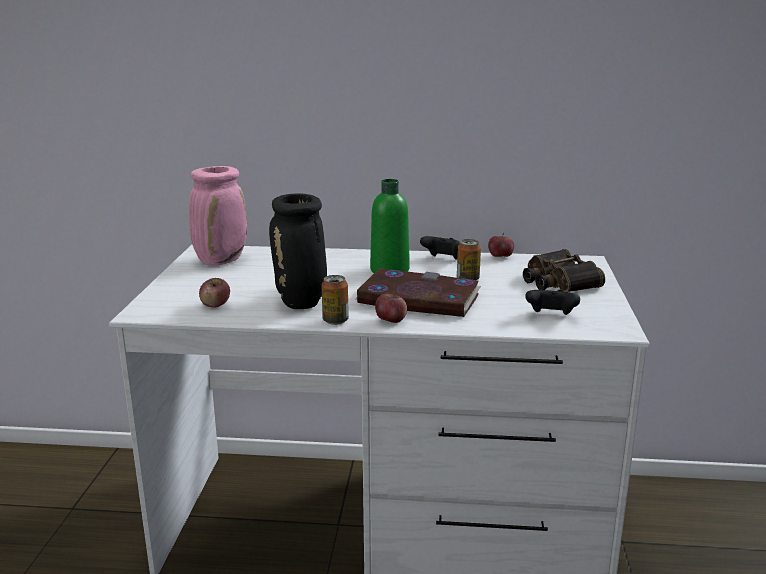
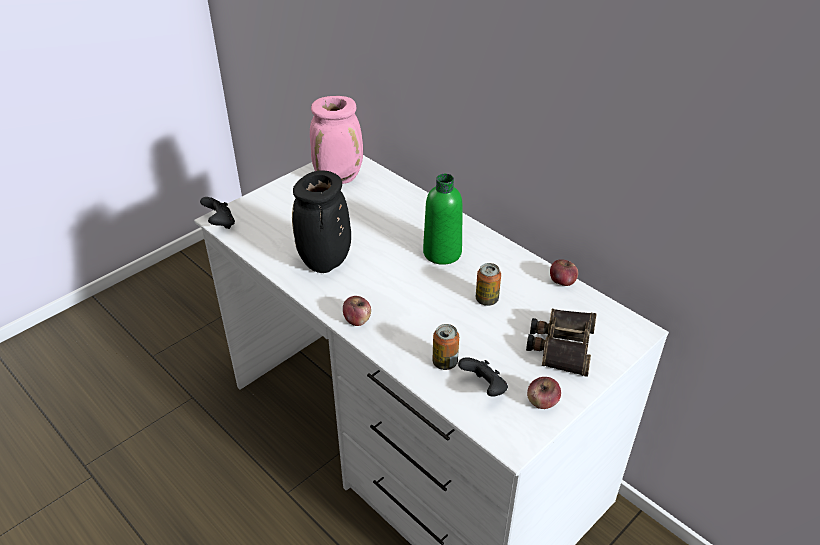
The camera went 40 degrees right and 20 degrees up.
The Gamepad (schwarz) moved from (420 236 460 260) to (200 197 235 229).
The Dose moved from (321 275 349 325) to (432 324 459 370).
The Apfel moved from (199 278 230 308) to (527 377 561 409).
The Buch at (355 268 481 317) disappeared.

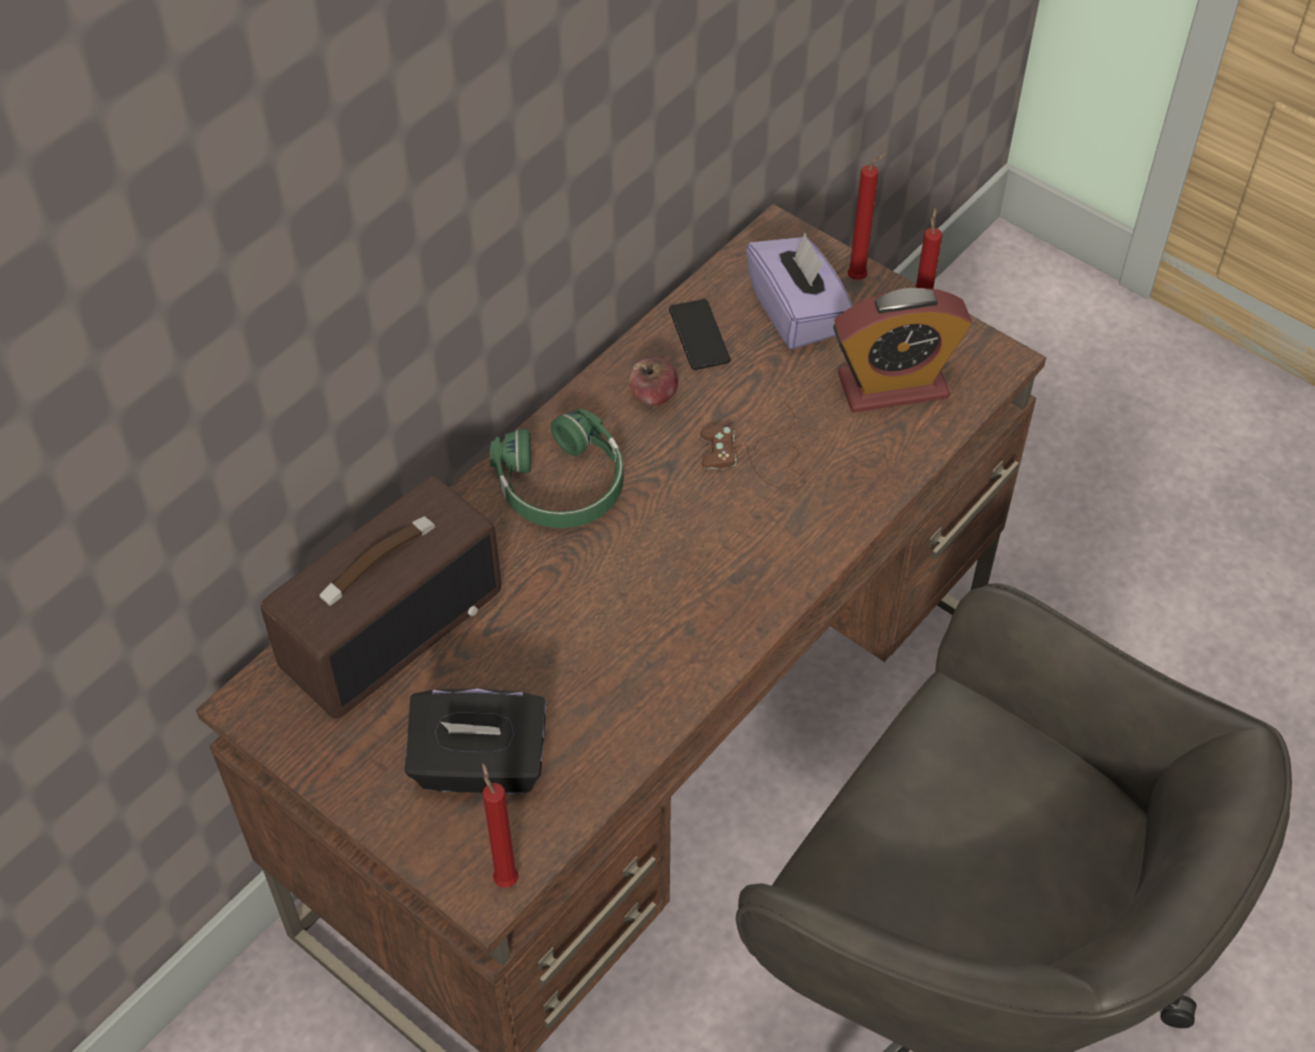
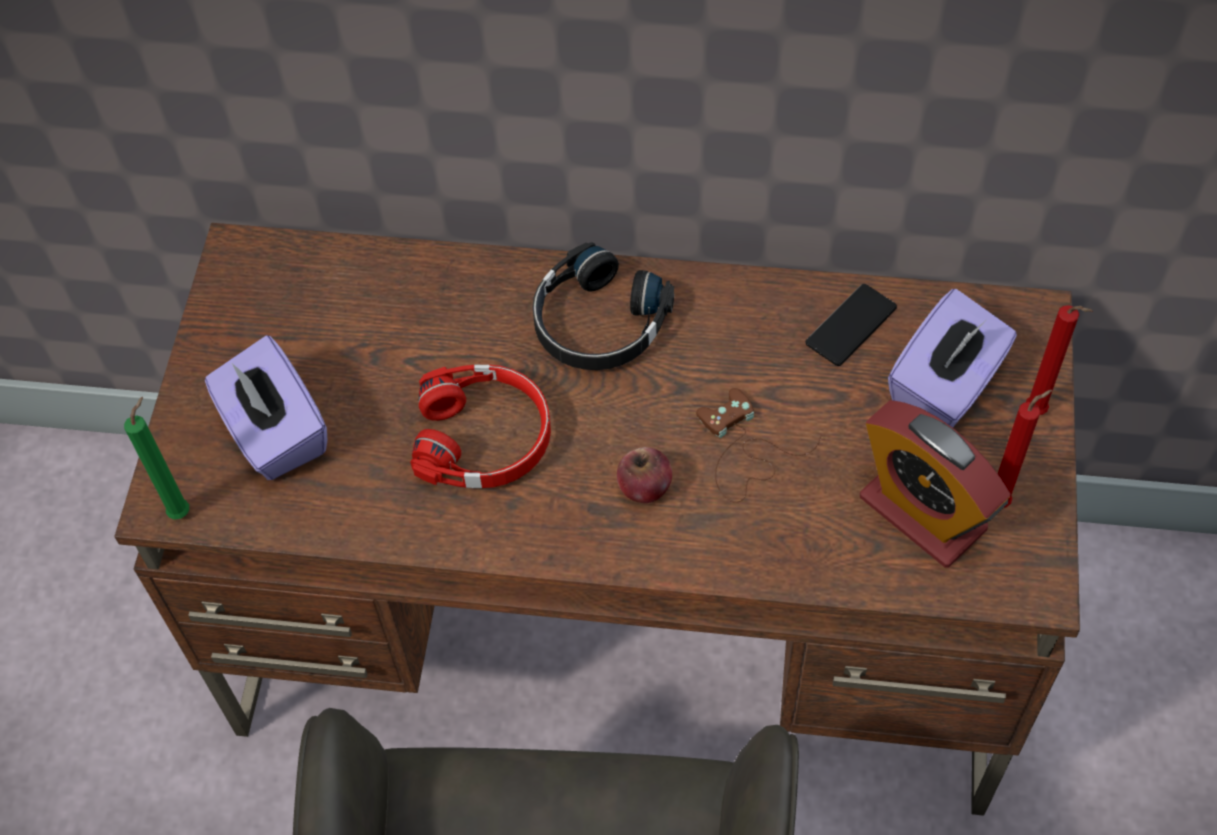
The camera went 60 degrees right and 5 degrees up.
The Kerze (rot) at (482 763 518 888) became the Kerze (grün) at (124 397 189 520).
The Taschentuchbox (schwarz) at (405 688 547 794) became the Taschentuchbox (lila) at (205 336 327 480).
The Kopfhörer (rot) at (410 365 551 488) appeared.
The Kopfhörer (grün) at (490 409 624 528) became the Kopfhörer (schwarz) at (532 242 674 370).
The Apfel moved from (629 356 678 406) to (617 447 672 503).
The Radio at (261 476 501 719) disappeared.

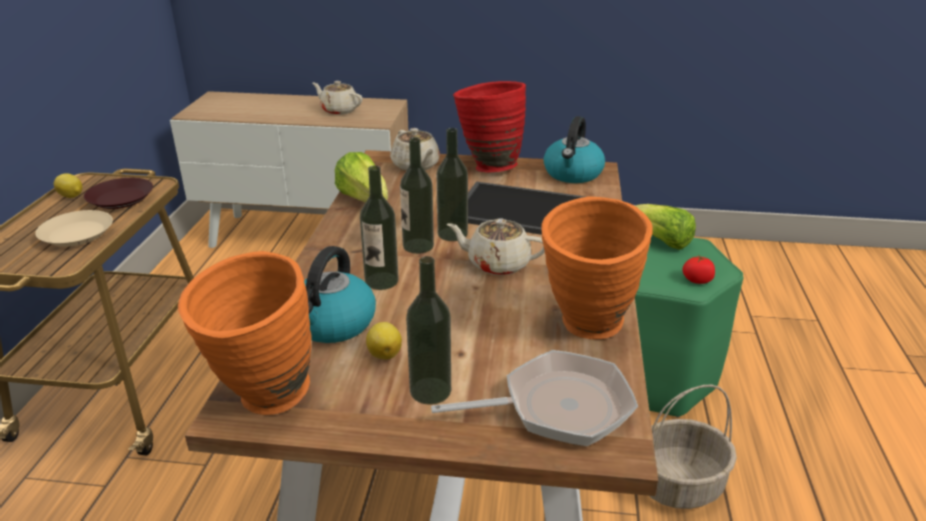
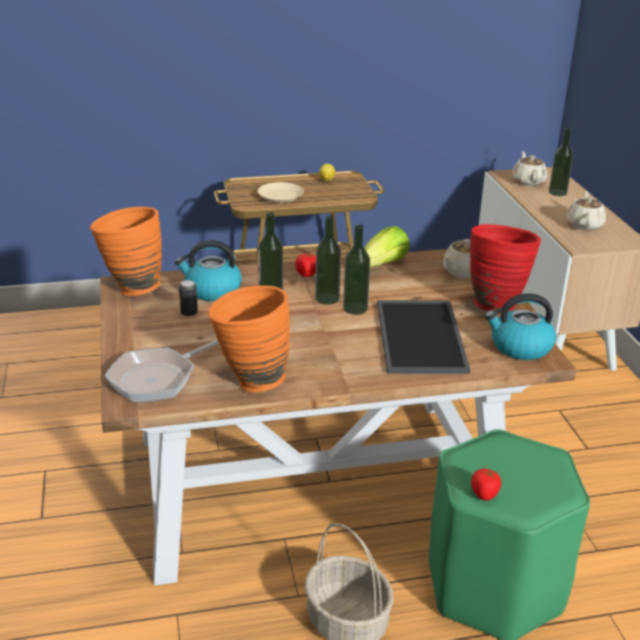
The camera went 70 degrees right and 0 degrees up.
The Pfanne at (431 350 638 446) turned 75 degrees clockwise.
The Zitrone at (366 322 402 360) was replaced by the Dose at (179 280 198 317).
The Tomate at (295 252 316 277) appeared.
The Teekanne (beige) moved from (447 218 545 275) to (512 151 547 186).
The Flasche moved from (406 256 451 405) to (549 128 573 196).
The Teller (braun) at (84 178 153 209) disappeared.
The Salatkopf at (636 204 696 250) disappeared.

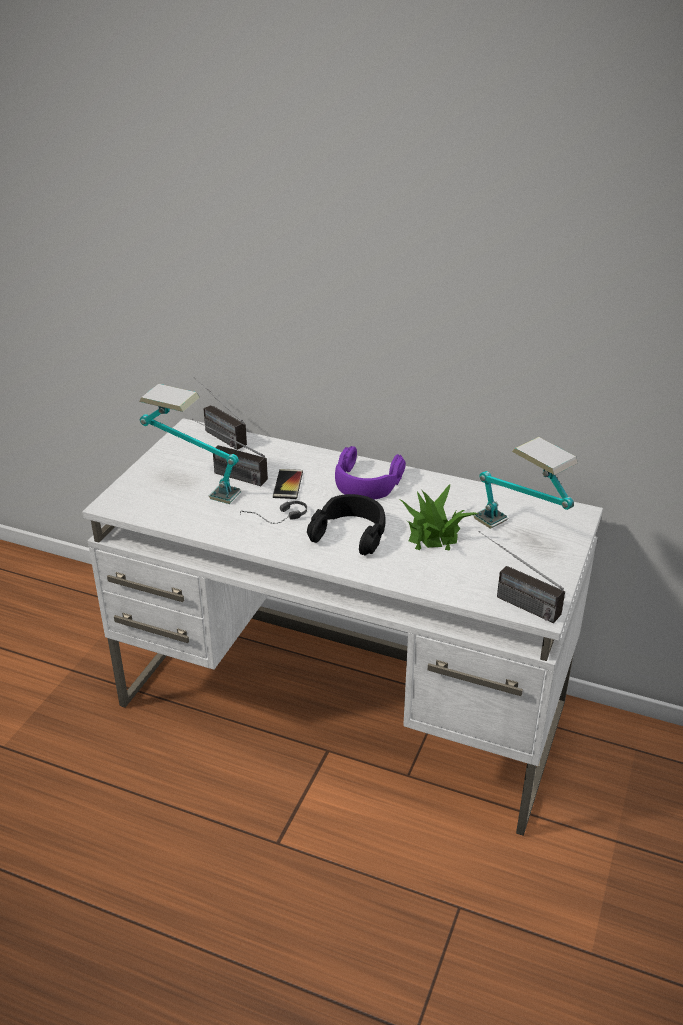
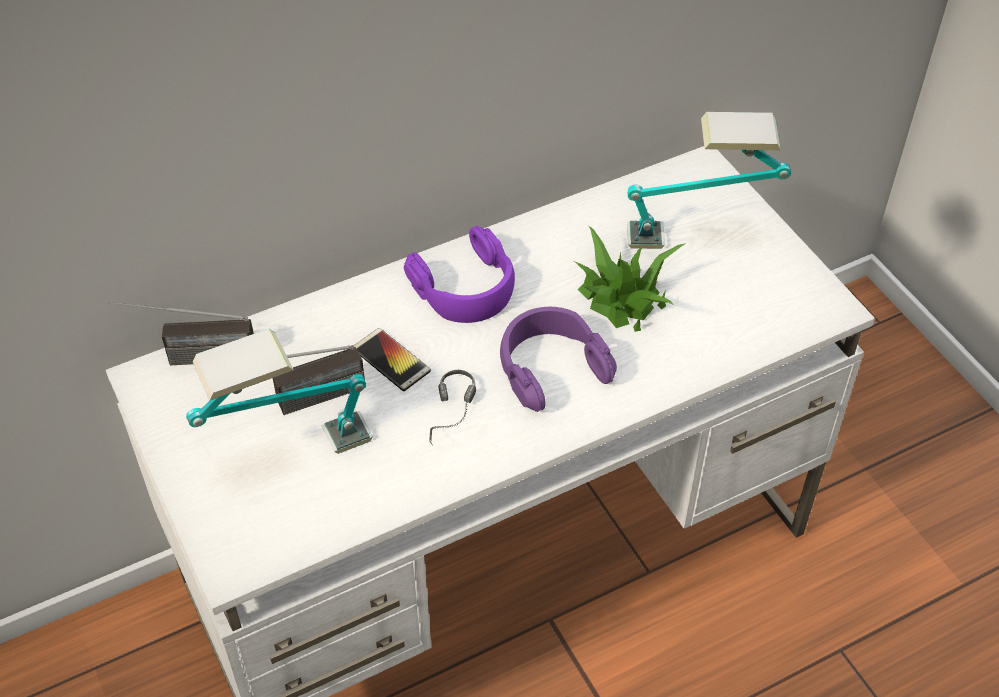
The camera went 50 degrees left and 15 degrees up.
The Kopfhörer (schwarz) at (307 494 386 555) became the Kopfhörer (lila) at (500 307 617 412).
The Radio at (479 531 565 623) disappeared.

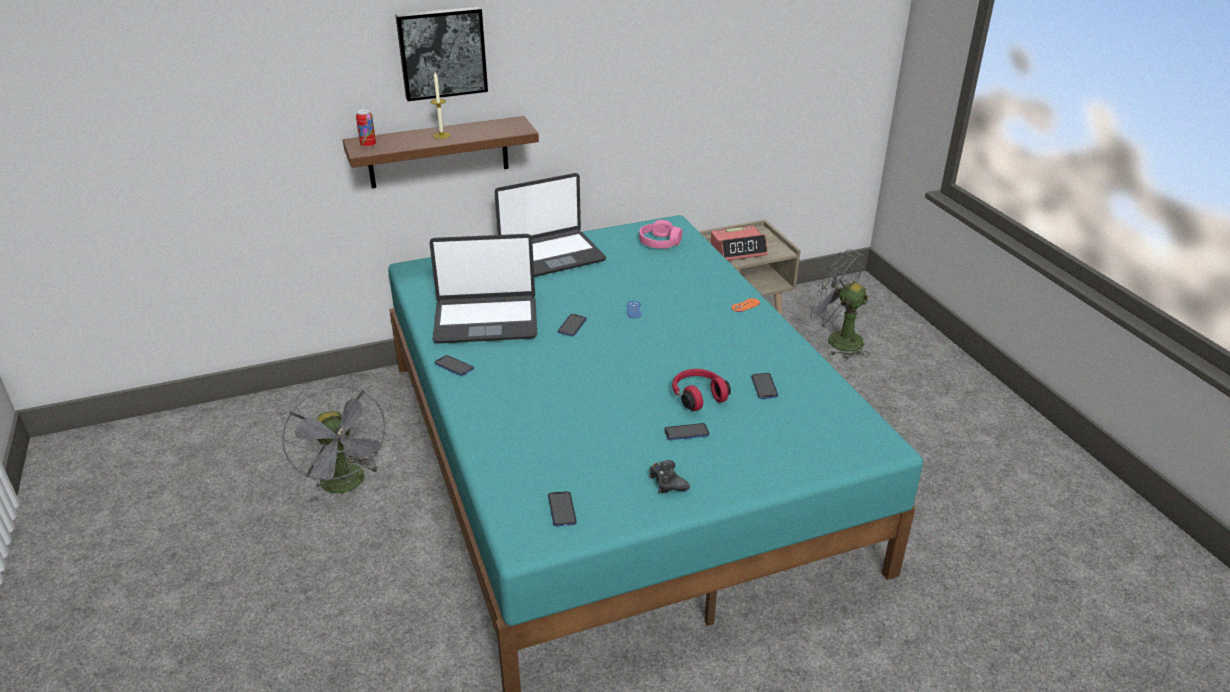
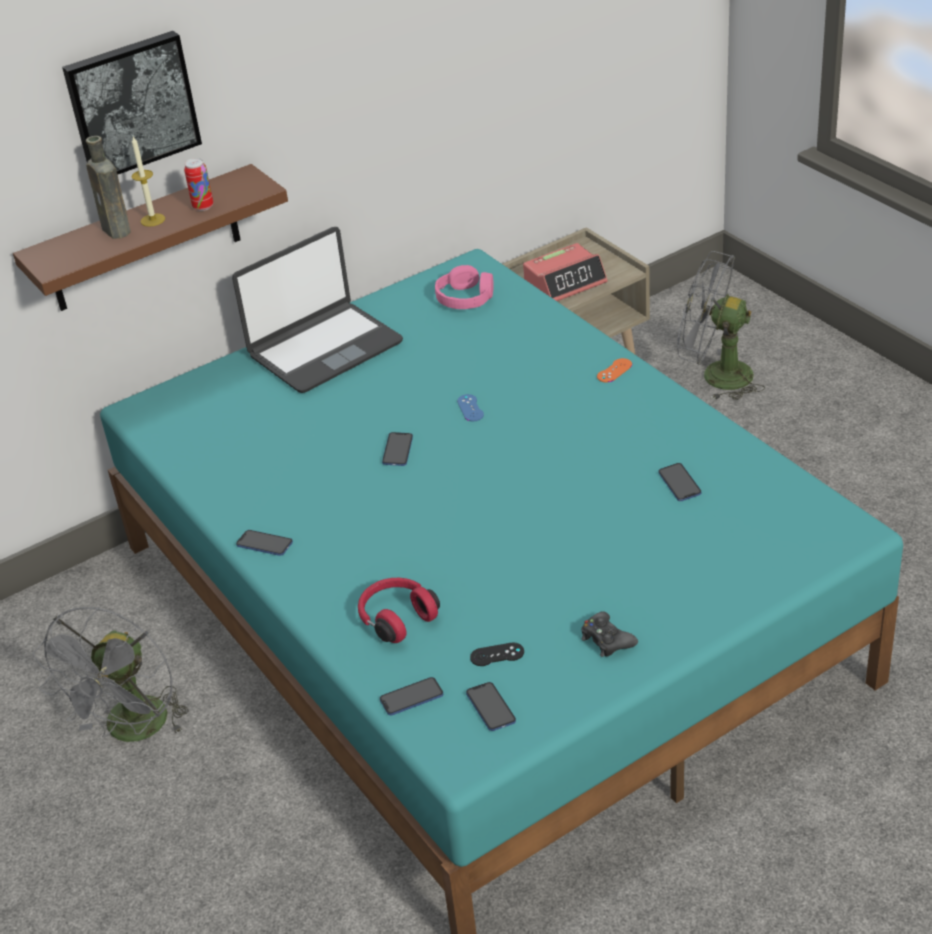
The camera went 10 degrees left and 5 degrees up.
The Ventilator (grau) at (282 386 389 502) turned 60 degrees clockwise.
The Flasche (braun) at (86 136 131 239) appeared.
The Dose moved from (356 109 376 148) to (184 158 213 211).
The Kopfhörer (rot) moved from (672 369 731 411) to (358 578 440 643).
The Handy moved from (664 423 709 440) to (380 677 443 715).
The Gamepad (schwarz) at (470 642 524 666) appeared.
The Laptop at (430 234 537 344) disappeared.

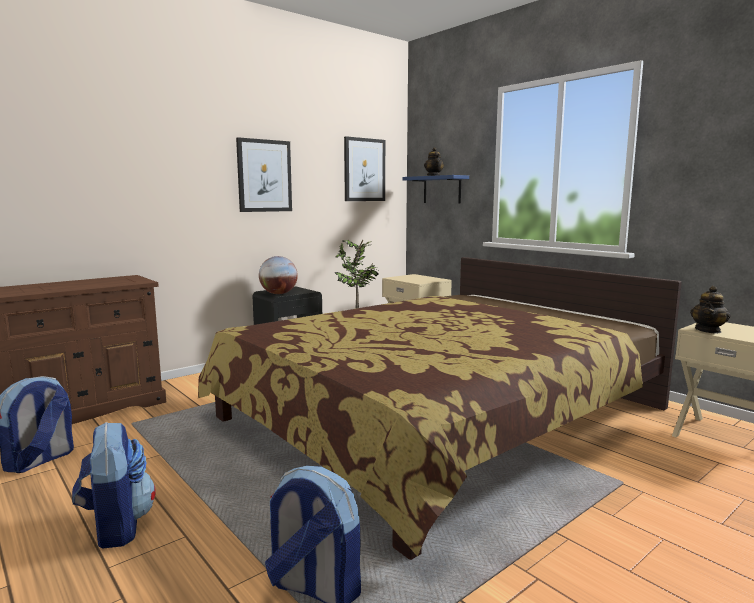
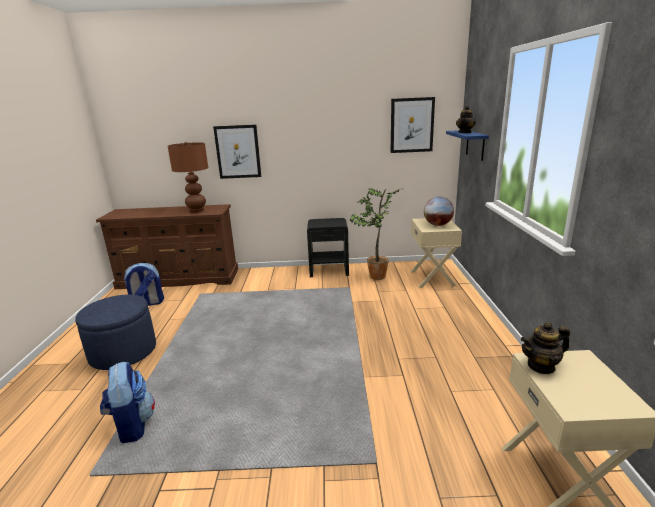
The camera went 40 degrees right and 10 degrees up.
The Rucksack at (72 422 156 548) was replaced by the Polsterhocker (blau) at (75 295 156 370).
The Tischlampe (braun) at (168 142 208 213) appeared.
The Bild moved from (236 137 292 212) to (213 125 261 179).
The Globus moved from (259 256 298 294) to (424 196 454 226).
The Bett at (198 257 682 560) disappeared.

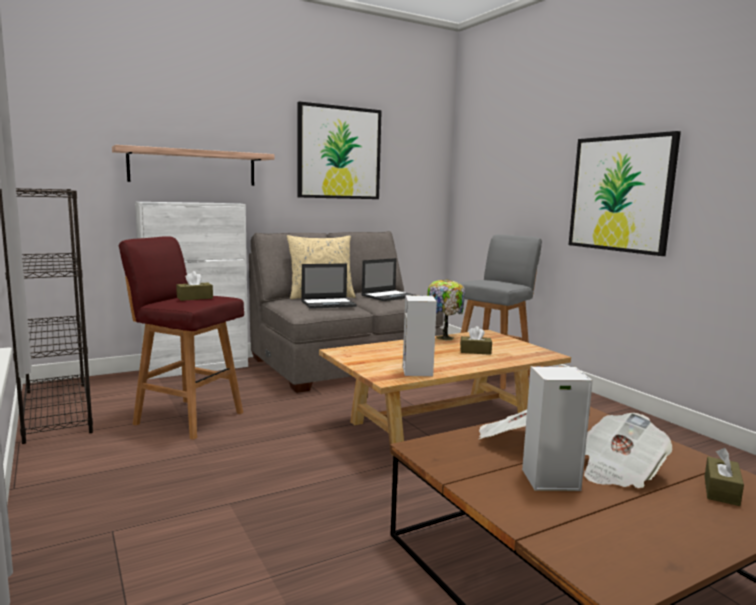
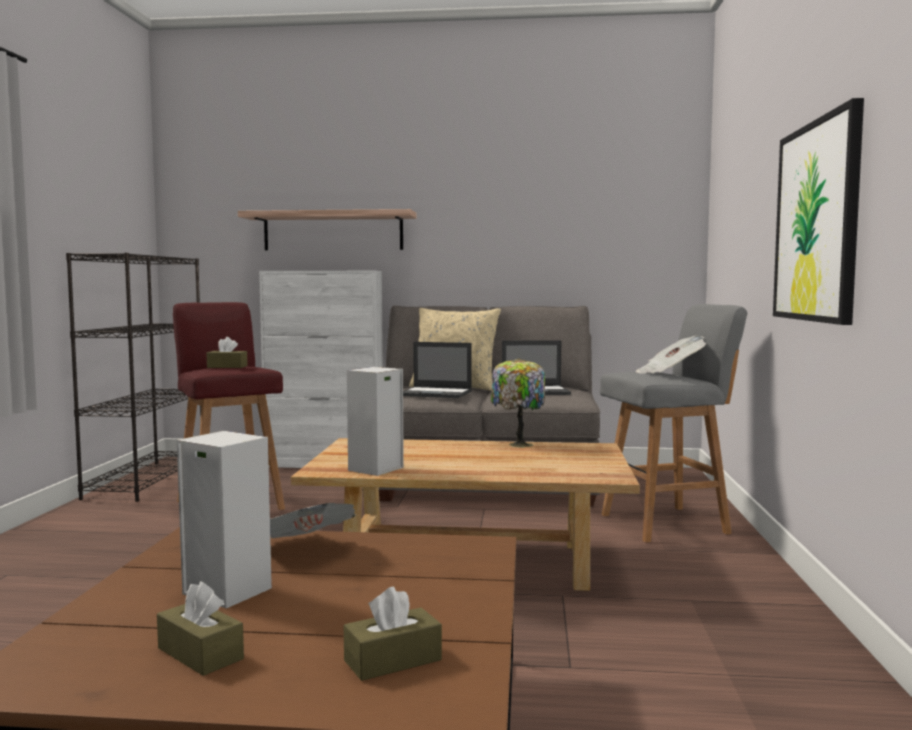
The camera went 35 degrees right and 5 degrees down.
The Taschentuchbox (braun) moved from (460 326 492 355) to (157 582 244 676).
The Zeitung moved from (584 413 672 488) to (636 336 706 373).
The Bild at (297 101 382 199) disappeared.

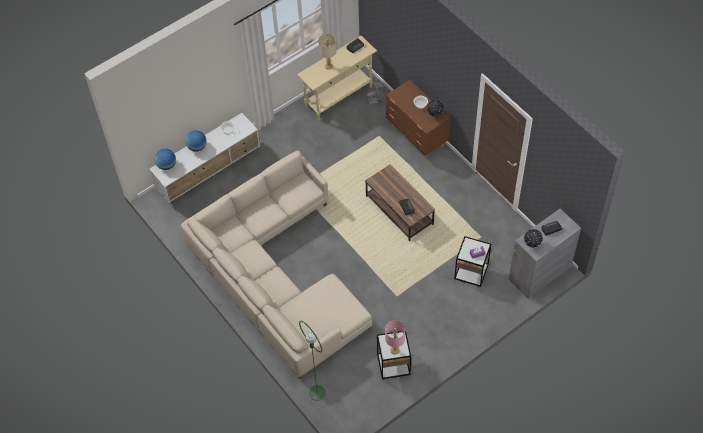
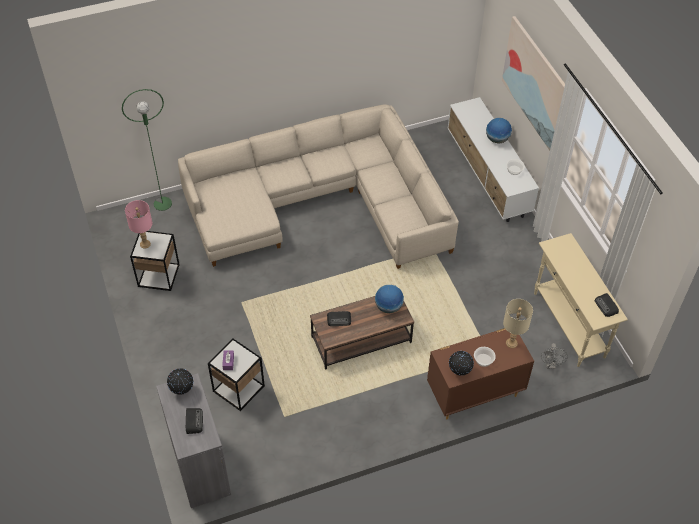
The camera went 105 degrees right and 5 degrees down.
The Globus moved from (155 149 176 170) to (375 285 404 313).
The Bild at (502 16 565 150) appeared.
The Tischlampe (beige) moved from (318 34 337 70) to (503 299 533 348).

